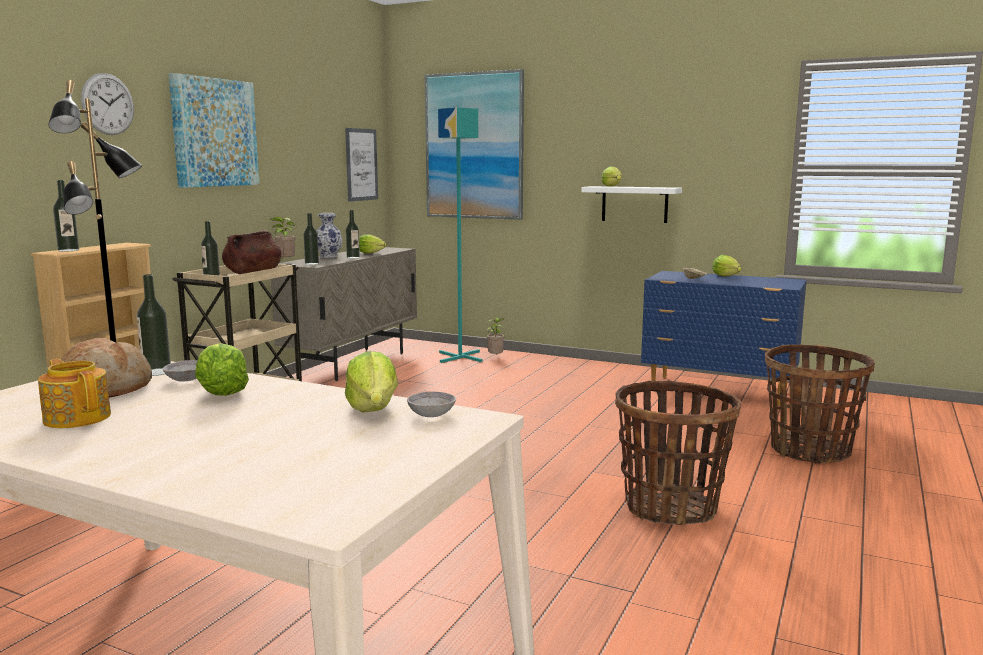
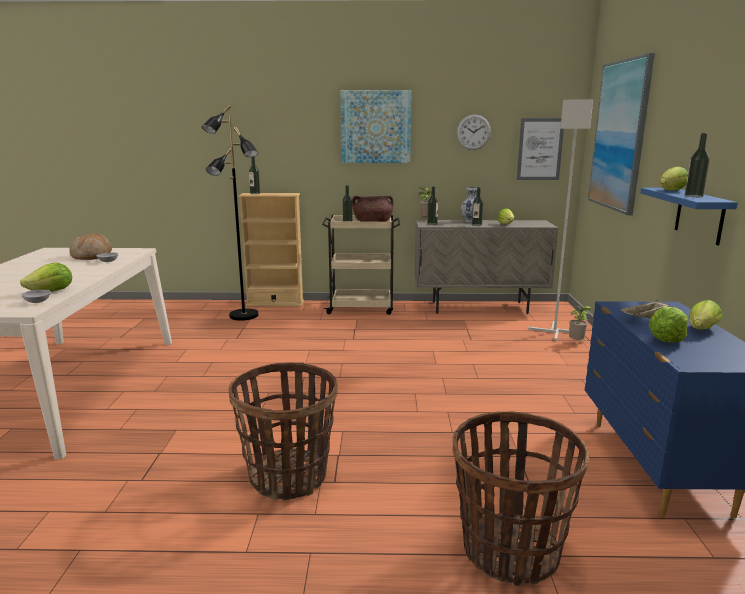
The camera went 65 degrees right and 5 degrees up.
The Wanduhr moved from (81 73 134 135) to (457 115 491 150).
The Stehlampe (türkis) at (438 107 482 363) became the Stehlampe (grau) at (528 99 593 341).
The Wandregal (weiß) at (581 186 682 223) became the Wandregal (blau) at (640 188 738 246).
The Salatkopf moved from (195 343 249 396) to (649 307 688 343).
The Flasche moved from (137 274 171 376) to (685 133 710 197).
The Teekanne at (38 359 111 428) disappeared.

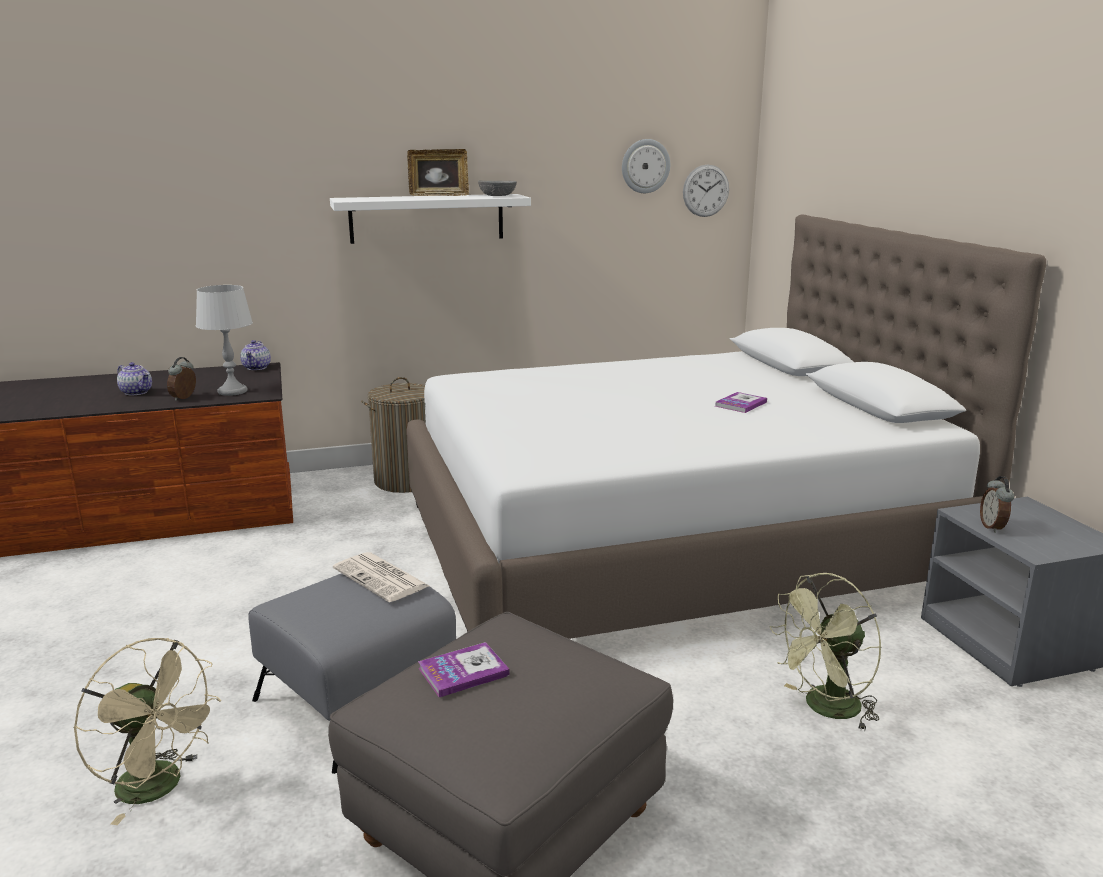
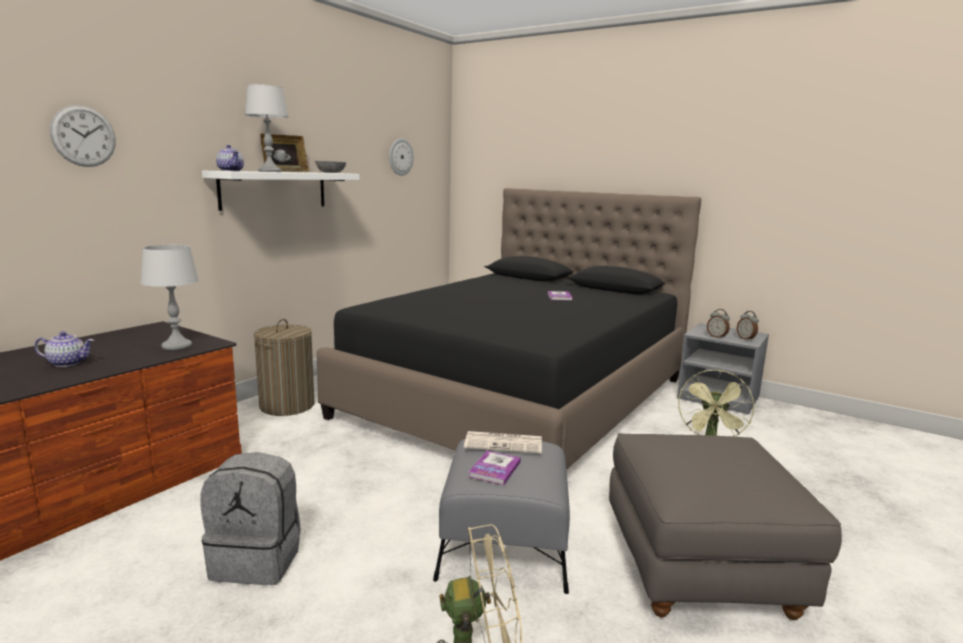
The camera went 40 degrees left and 5 degrees down.
The Wanduhr moved from (683 164 729 217) to (50 105 116 167).
The Rucksack (grau) at (200 452 301 585) appeared.
The Teekanne moved from (240 340 271 370) to (216 145 244 171).
The Tischlampe (grau) at (245 84 288 172) appeared.
The Bett (weiß) at (406 214 1046 639) became the Bett (schwarz) at (317 188 701 470).
The Buch moved from (418 642 510 697) to (468 451 521 485).
The Wecker moved from (167 357 196 401) to (737 311 759 341).

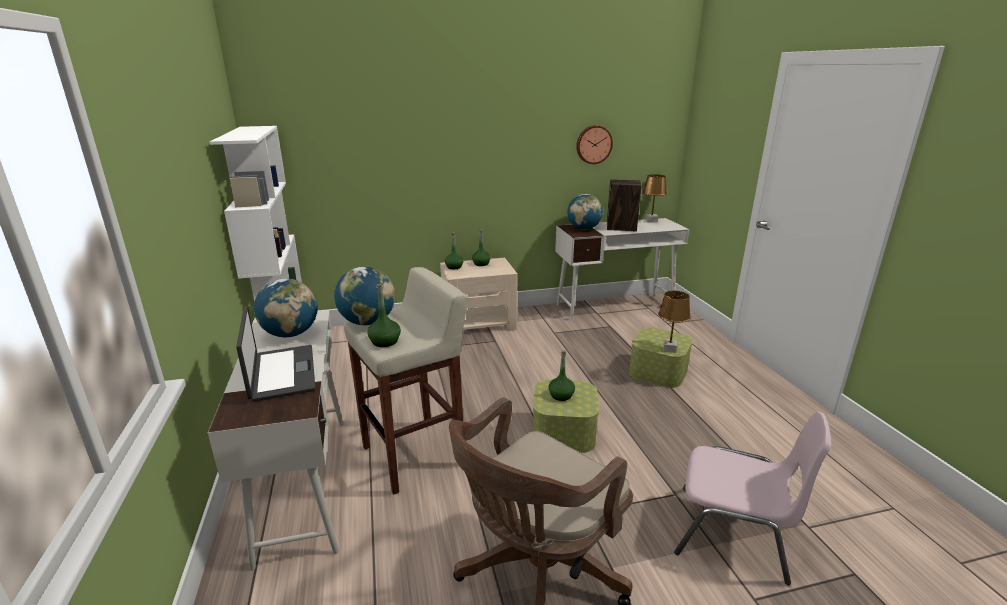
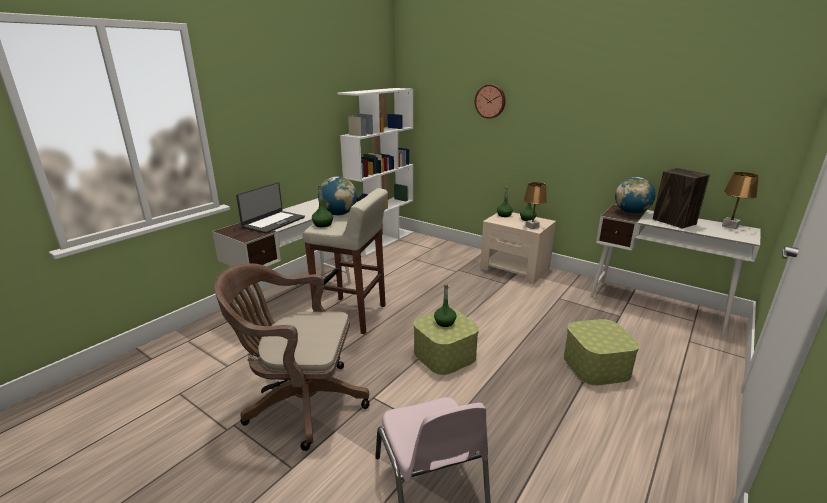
The camera went 50 degrees right and 0 degrees up.
The Wanduhr moved from (576 125 613 164) to (475 84 506 119).
The Tischlampe (braun) moved from (658 291 691 353) to (523 182 547 229).
The Globus at (254 278 317 337) disappeared.

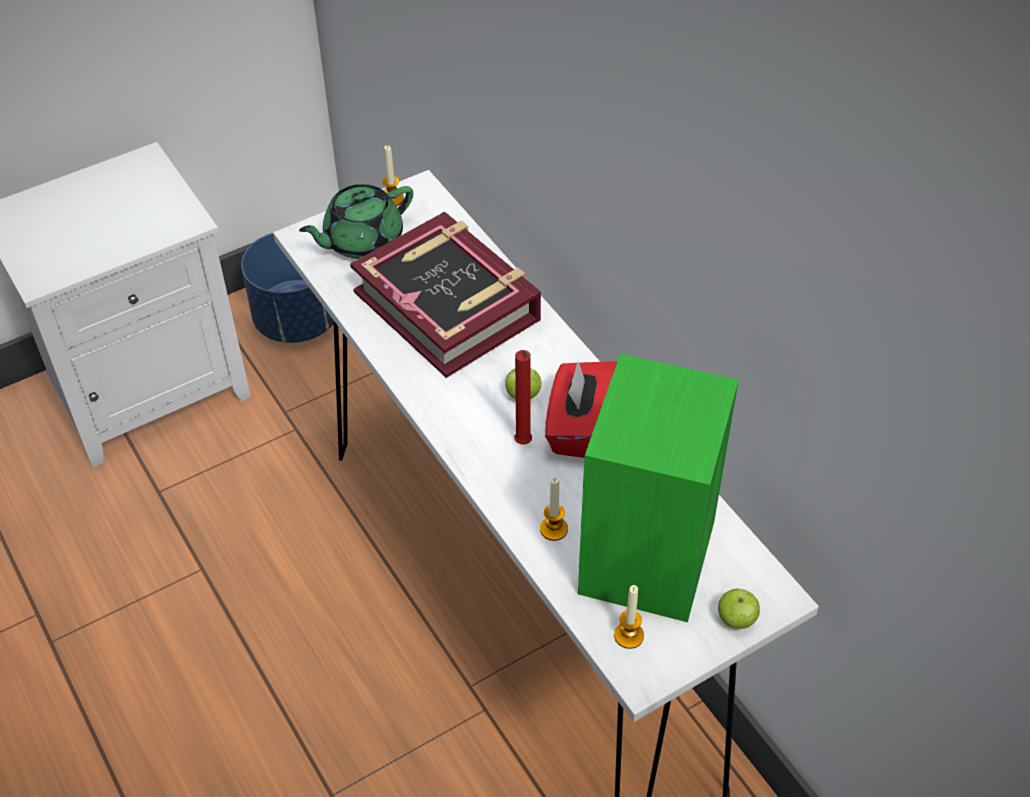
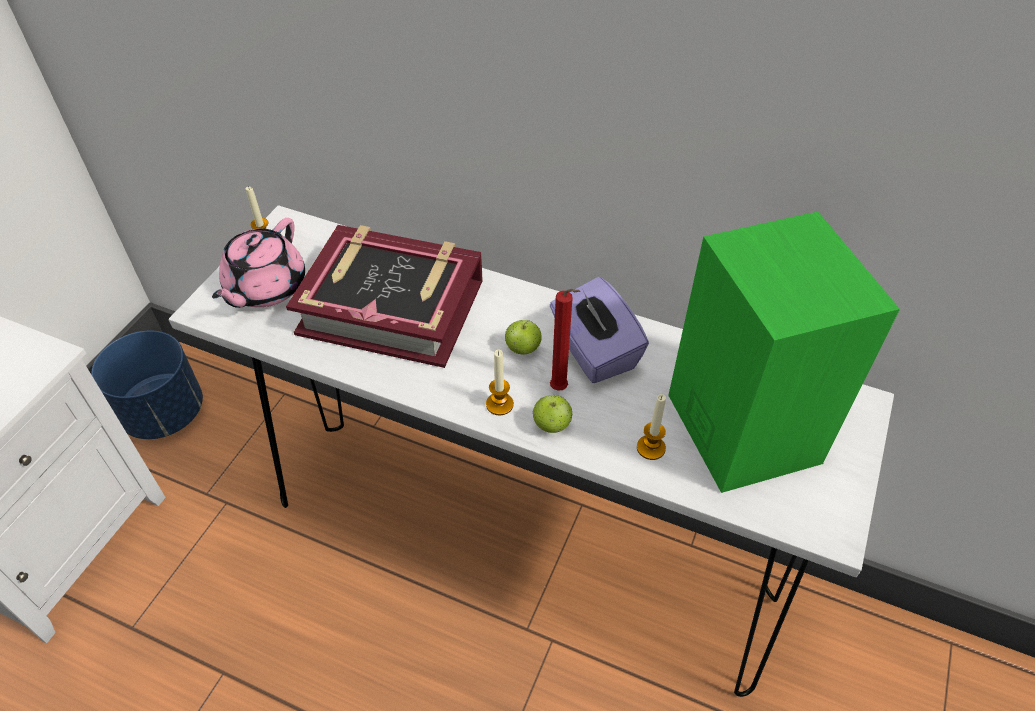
The camera went 35 degrees left and 0 degrees up.
The Teekanne (grün) at (299 184 413 259) became the Teekanne (rosa) at (212 218 305 308).
The Kerze moved from (614 585 644 649) to (486 350 514 415).
The Apfel moved from (718 588 760 629) to (533 395 572 433).
The Taschentuchbox (rot) at (545 361 617 458) became the Taschentuchbox (lila) at (550 277 649 383).

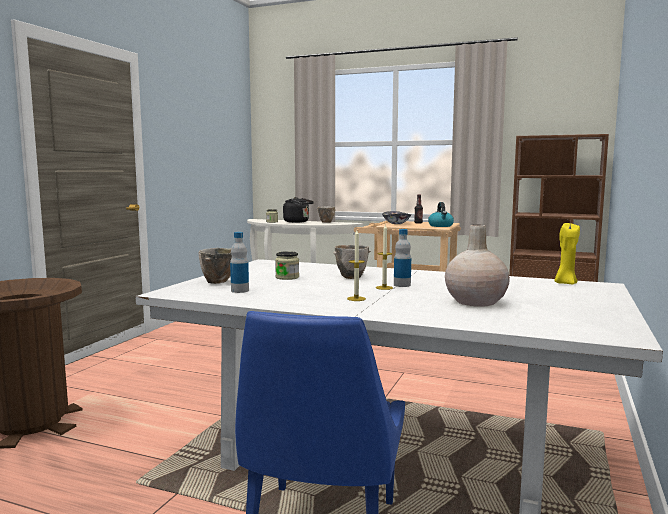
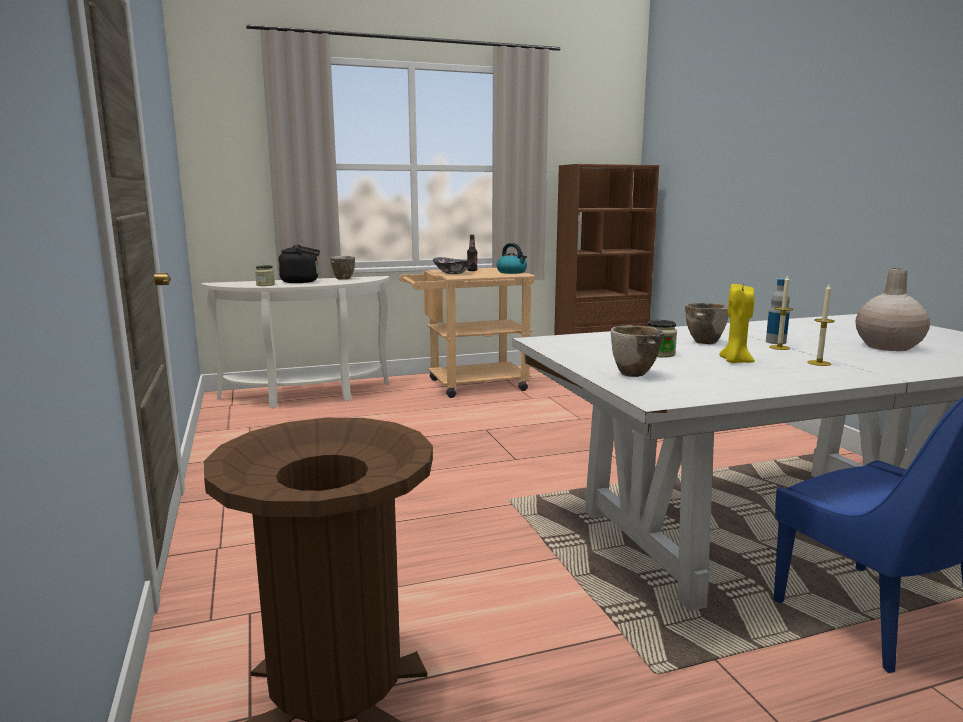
The camera went 40 degrees left and 5 degrees up.
The Kerze (gelb) moved from (554 223 580 284) to (719 284 755 363).
The Flasche at (230 232 249 293) disappeared.

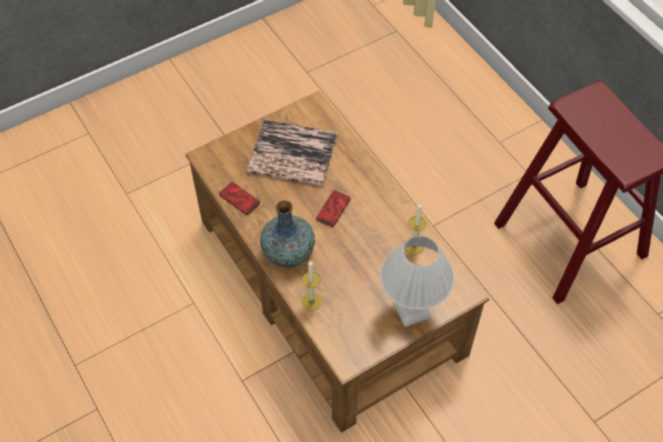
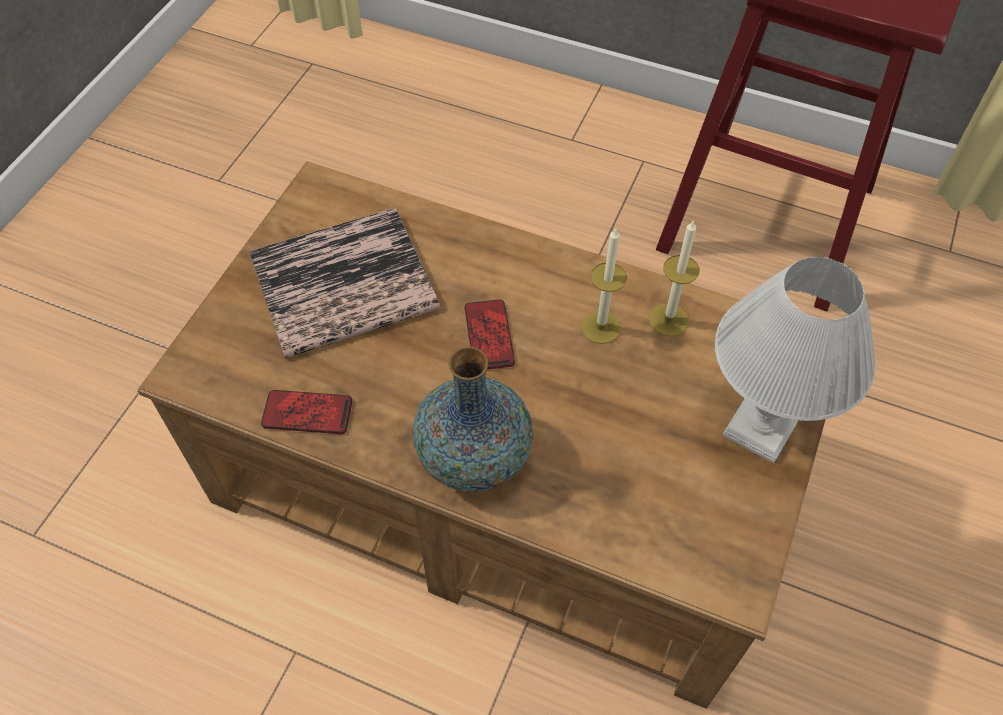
The camera went 35 degrees left and 0 degrees up.
The Kerze moved from (301 260 322 311) to (581 229 627 344).

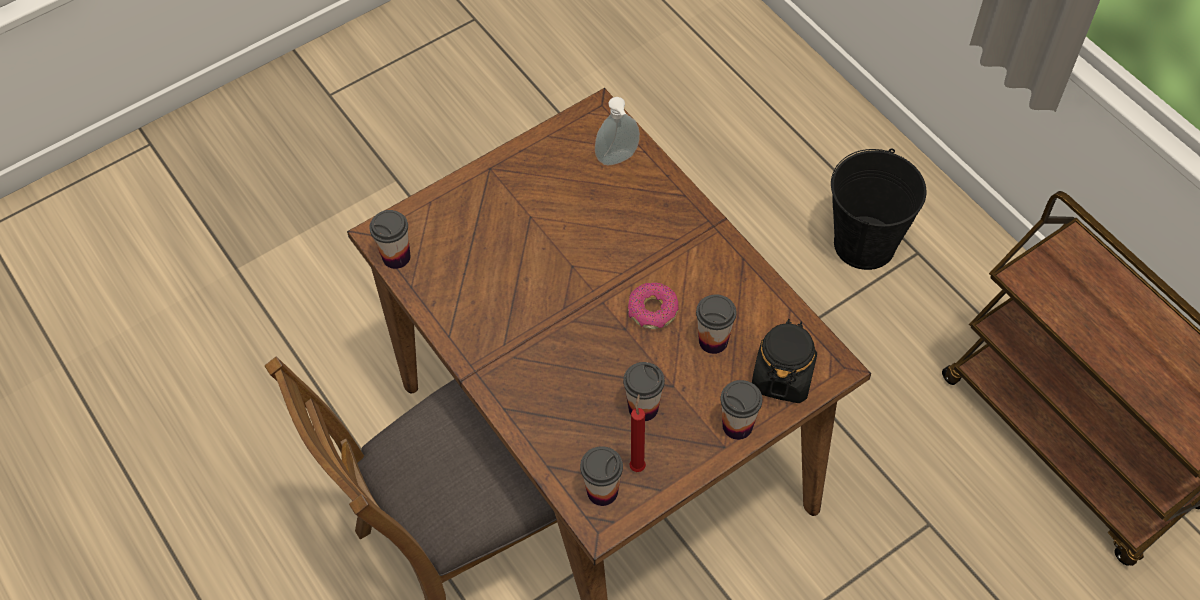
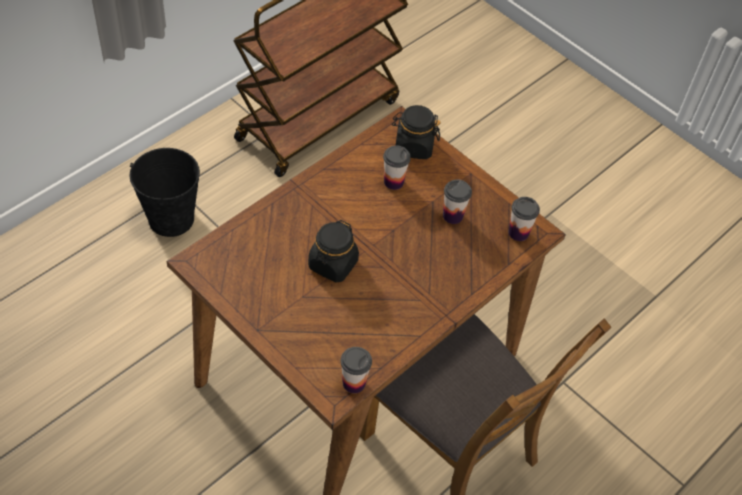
The camera went 105 degrees left and 5 degrees down.
The Vorratsglas (schwarz) at (308 220 359 283) appeared.
The Seifenspender at (595 97 640 165) disappeared.
The Donut at (628 282 679 329) disappeared.
The Kerze (rot) at (629 394 646 472) disappeared.
The Tasse at (720 380 762 440) disappeared.

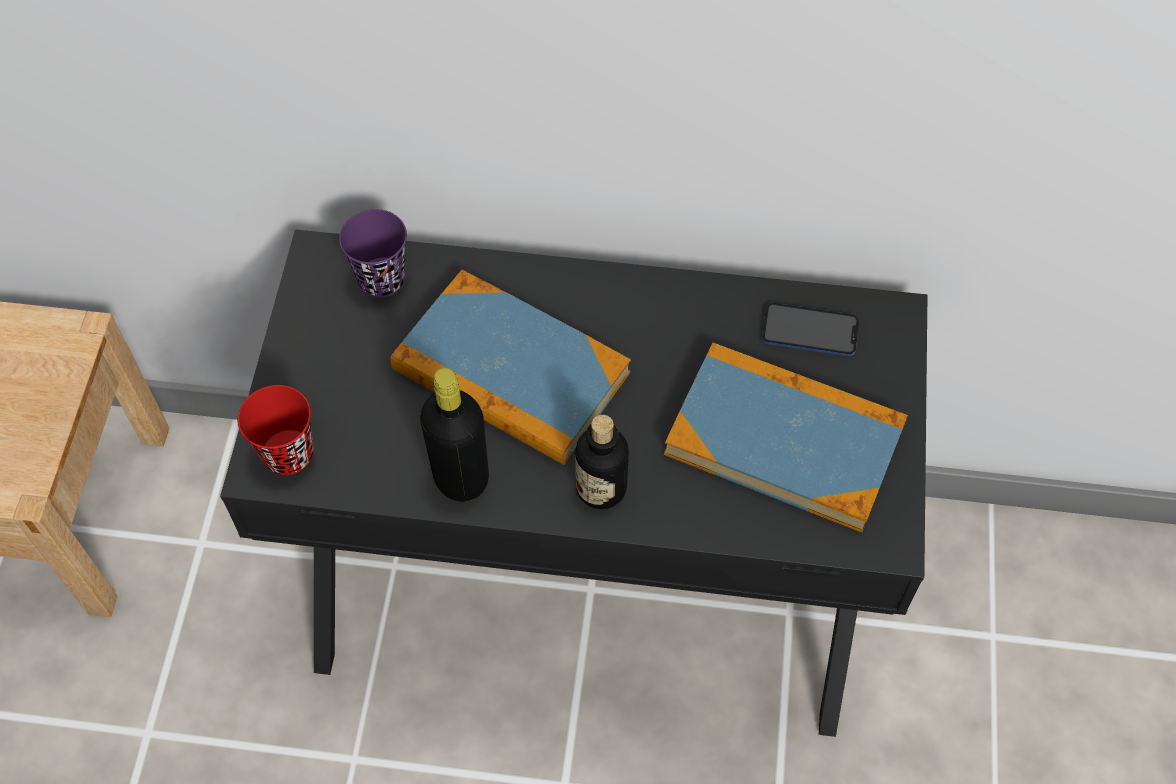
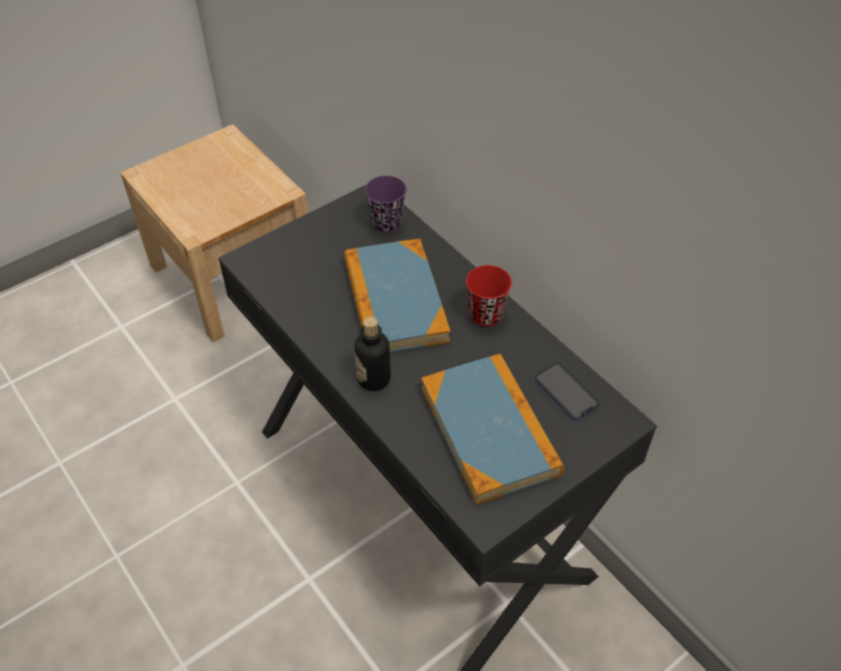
The camera went 45 degrees right and 10 degrees down.
The Tasse (rot) moved from (238 385 314 475) to (466 265 512 326).
The Flasche (schwarz) at (420 368 489 502) disappeared.

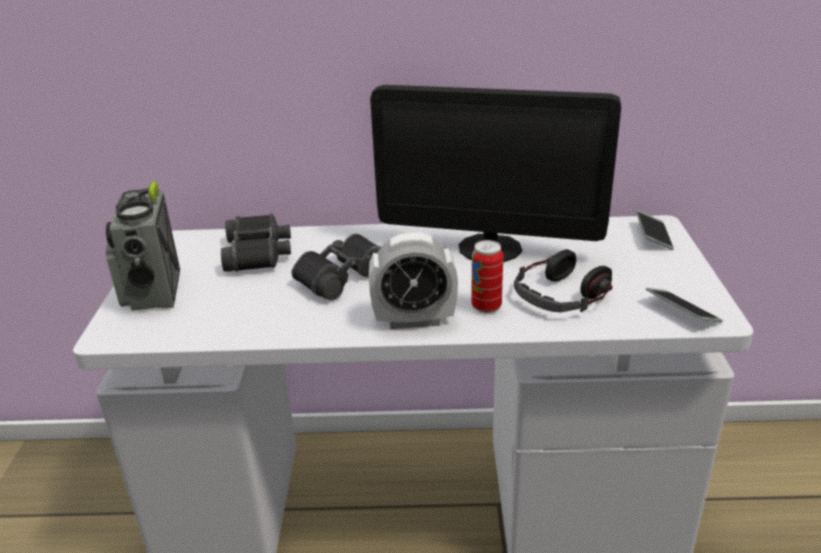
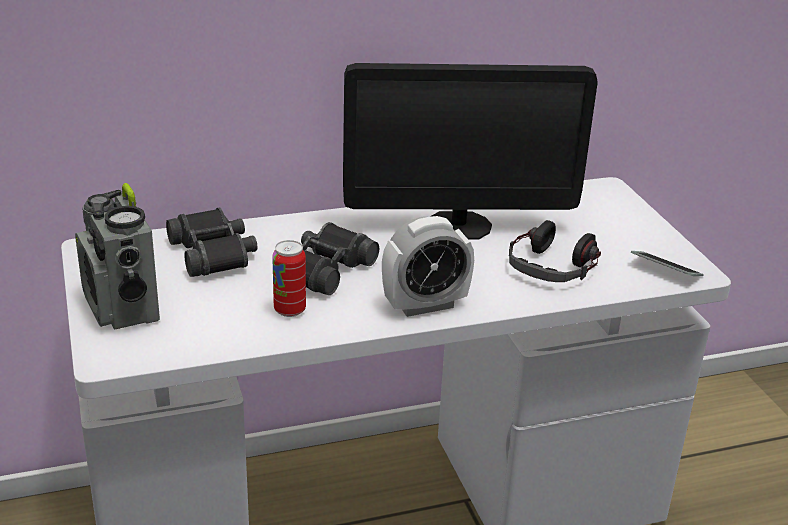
The camera went 20 degrees left and 0 degrees up.
The Dose moved from (471 240 503 313) to (272 240 306 317).
The Handy at (636 210 674 250) disappeared.

